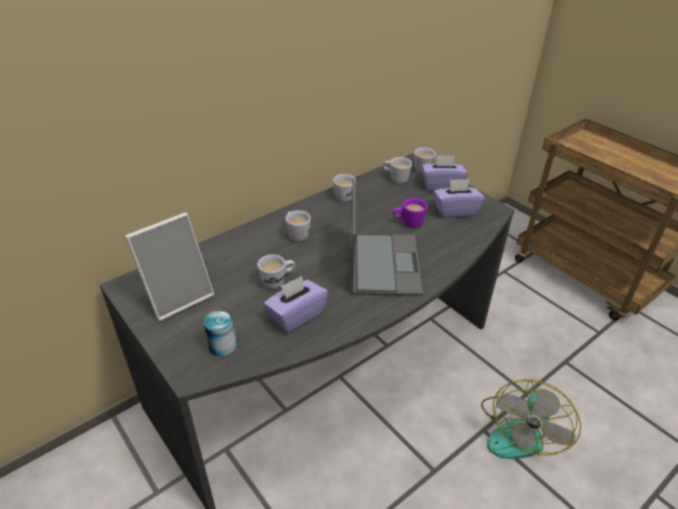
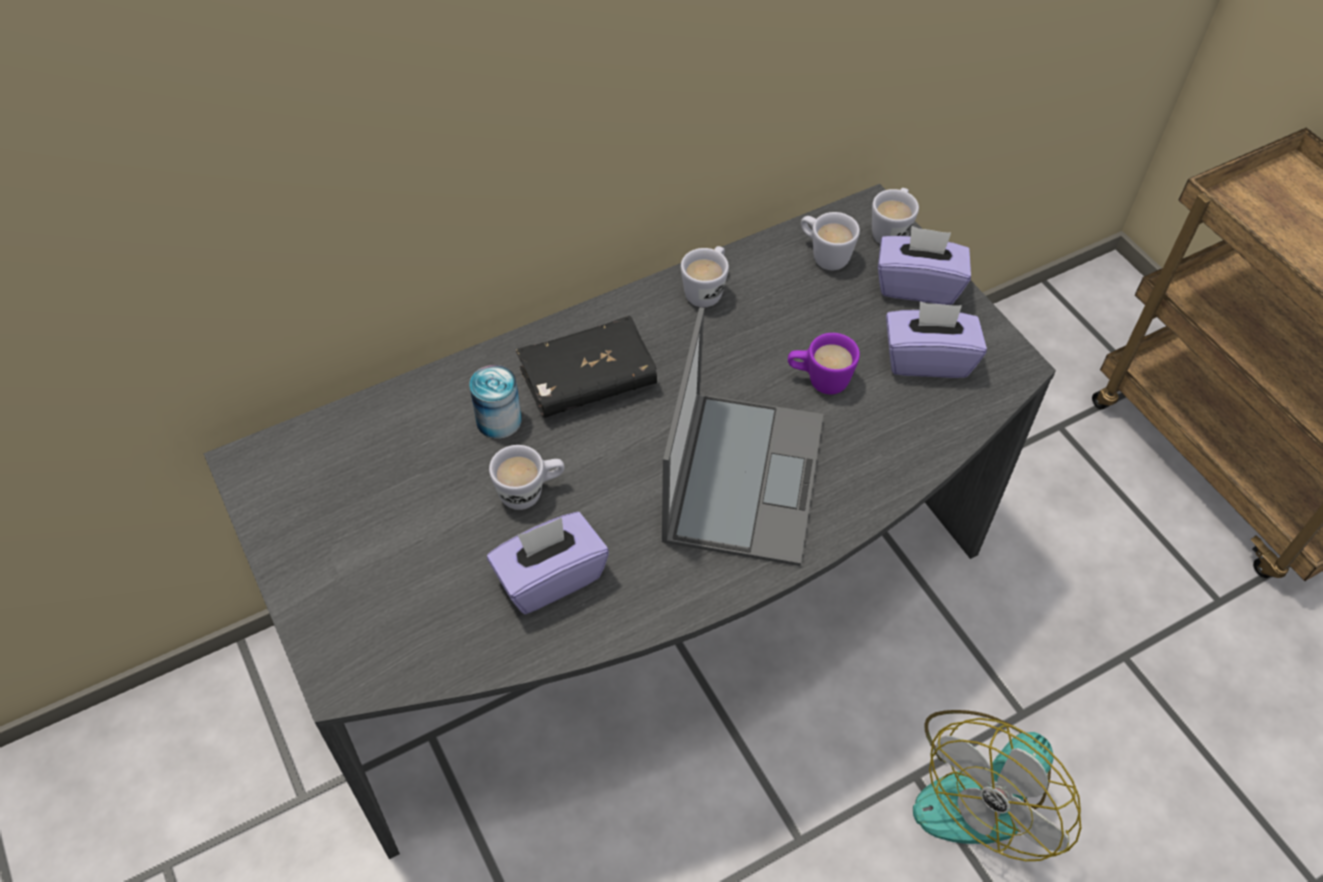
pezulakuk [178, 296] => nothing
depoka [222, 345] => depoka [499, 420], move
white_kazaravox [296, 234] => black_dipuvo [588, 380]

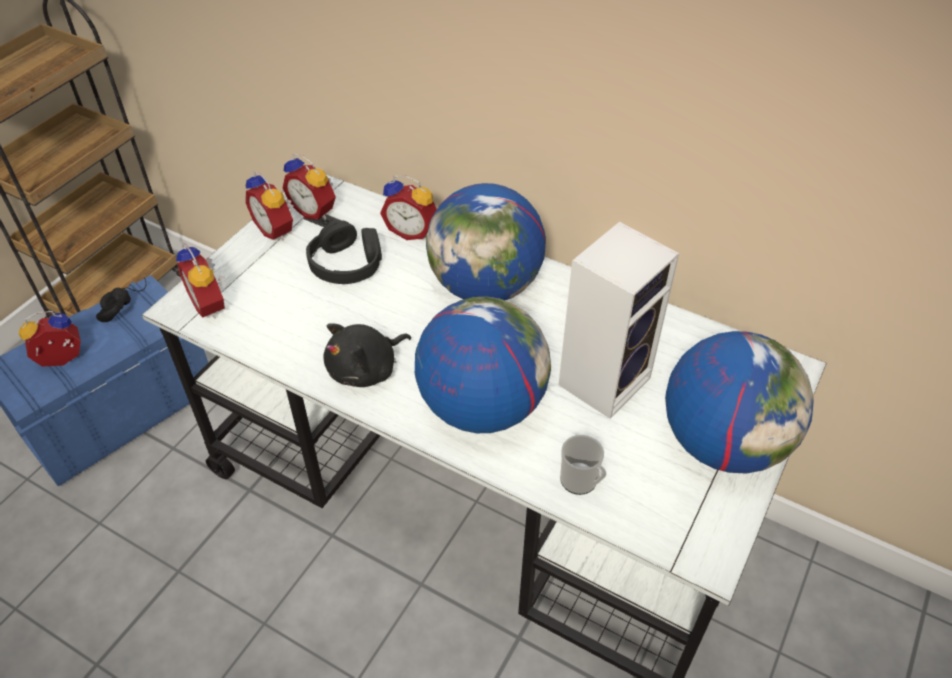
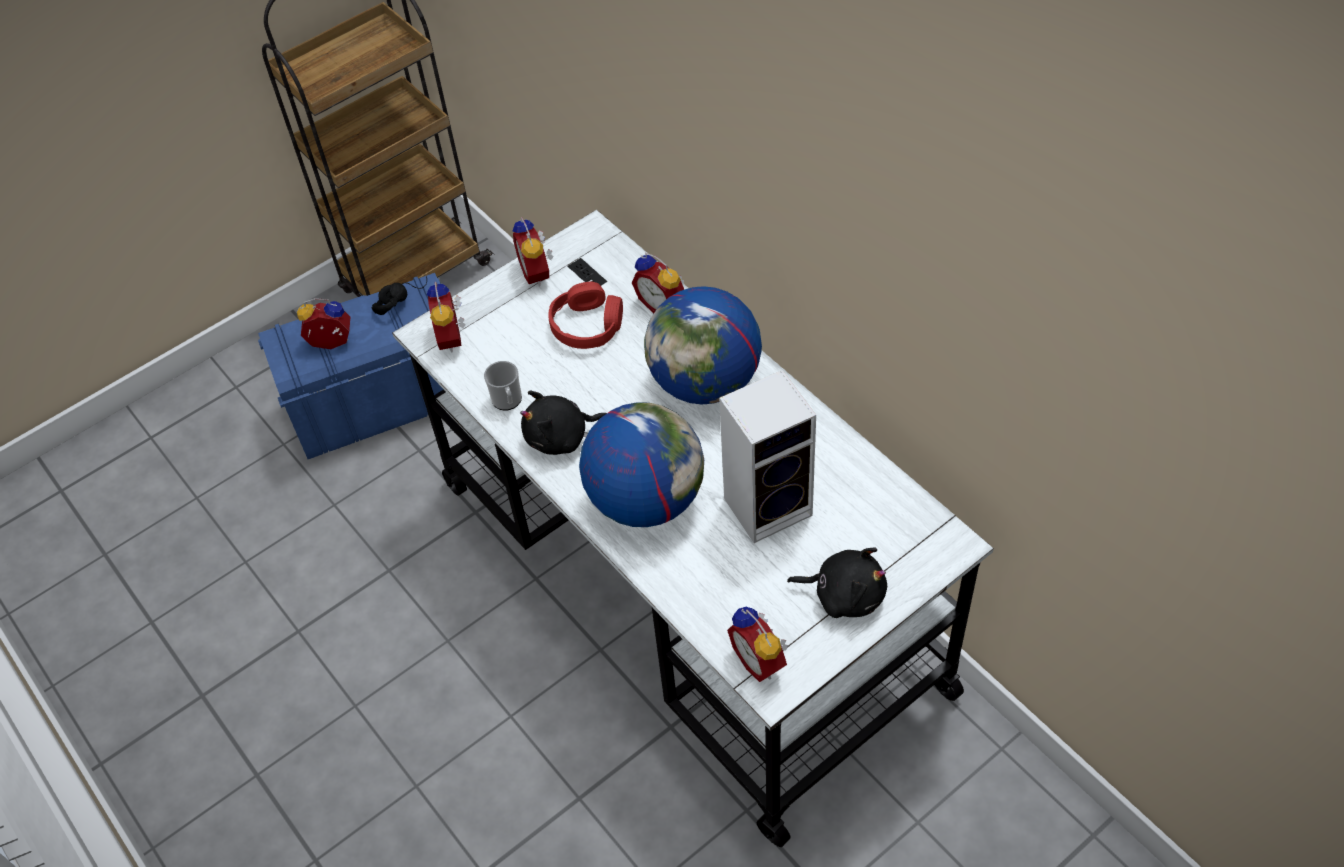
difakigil [315, 210] => difakigil [761, 660], move
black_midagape [347, 264] => red_midagape [587, 325]
kazaravox [582, 482] => kazaravox [508, 401], move
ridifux [723, 442] => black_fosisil [844, 594]

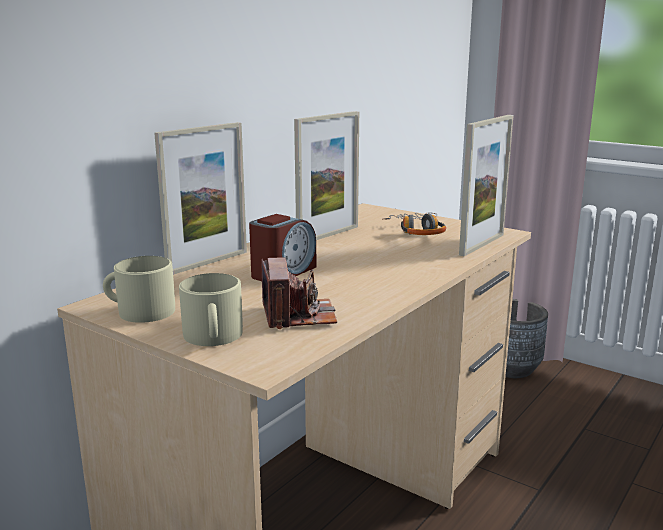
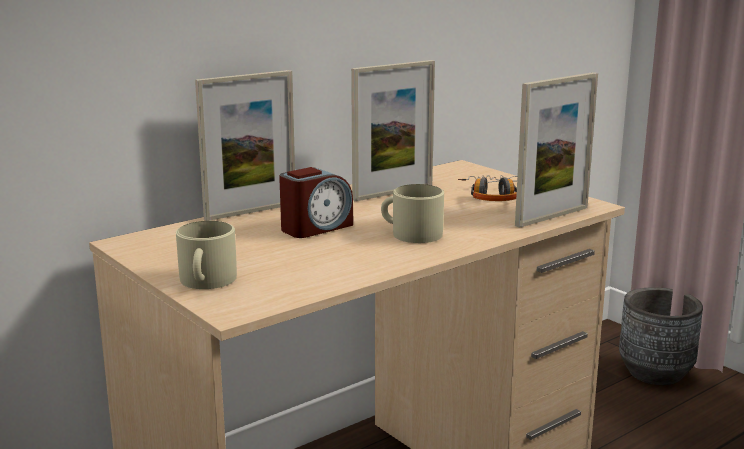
beige_kazaravox [140, 311] => beige_kazaravox [411, 233], move
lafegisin [298, 315] => nothing

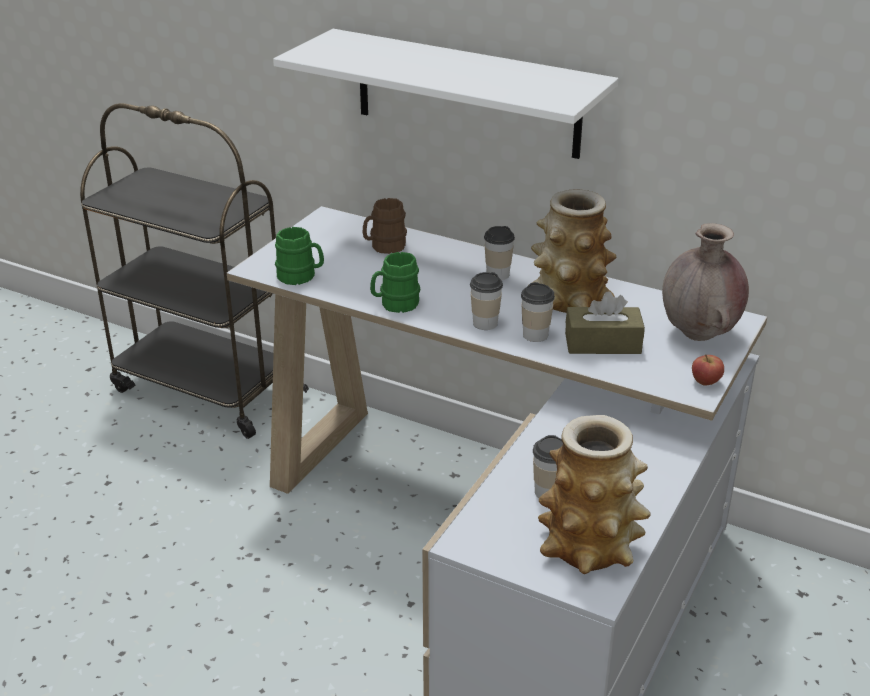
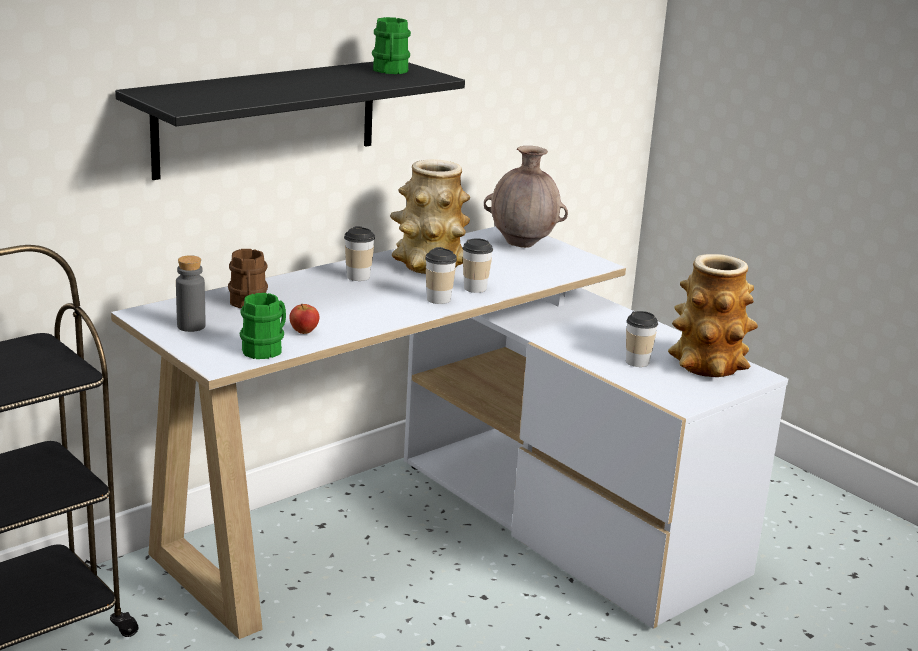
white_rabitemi [467, 93] => black_rabitemi [267, 117]
green_kazaravox [395, 304] => green_kazaravox [390, 71], move
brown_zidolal [602, 343] => nothing
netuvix [706, 382] => netuvix [304, 331], move
nothing => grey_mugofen [191, 326]

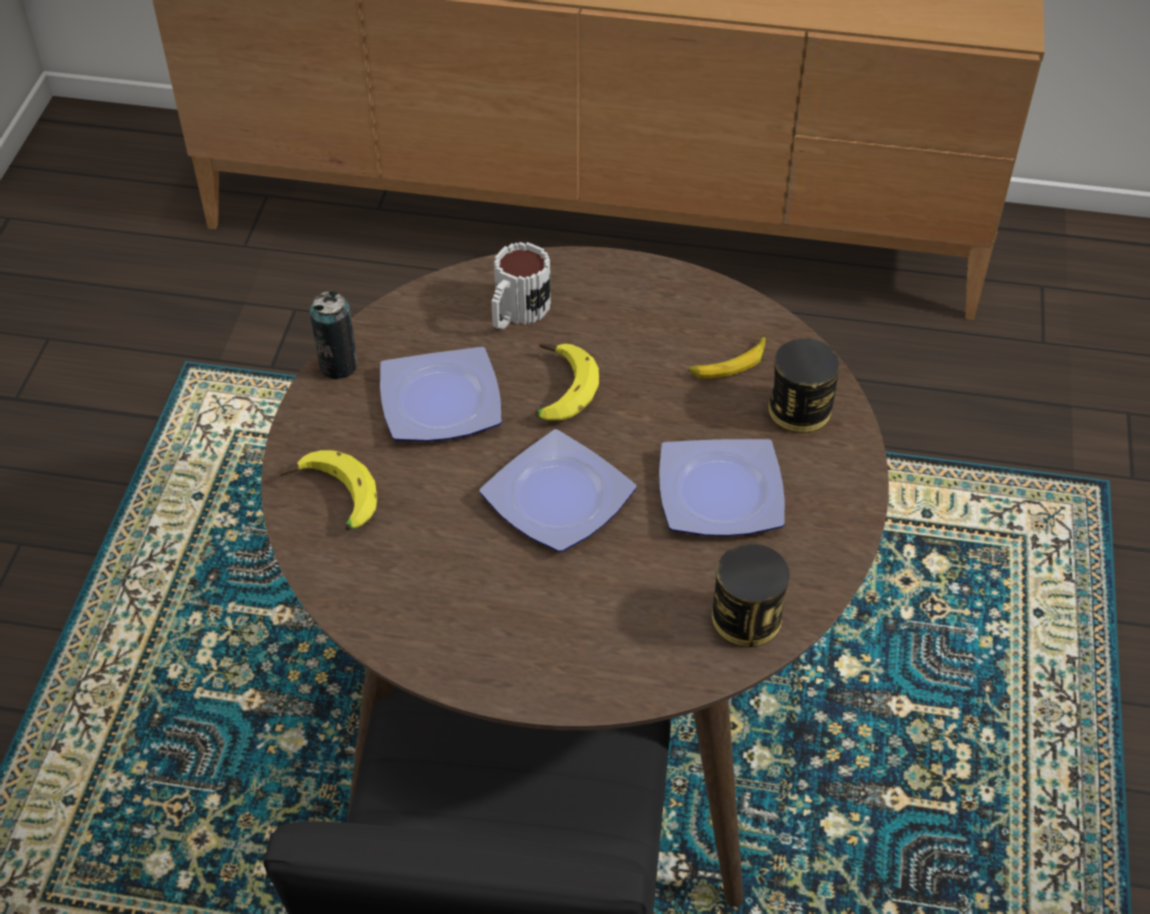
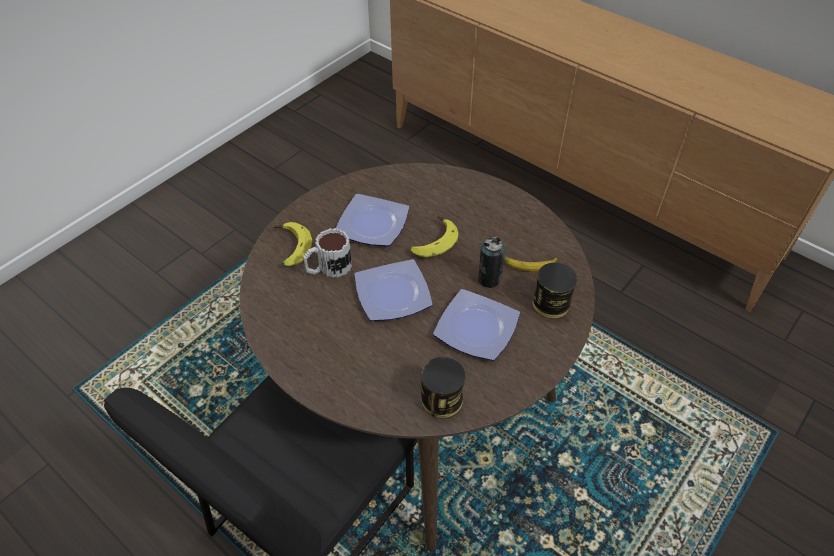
depoka [338, 365] => depoka [489, 279], move
kazaravox [516, 313] => kazaravox [328, 268], move

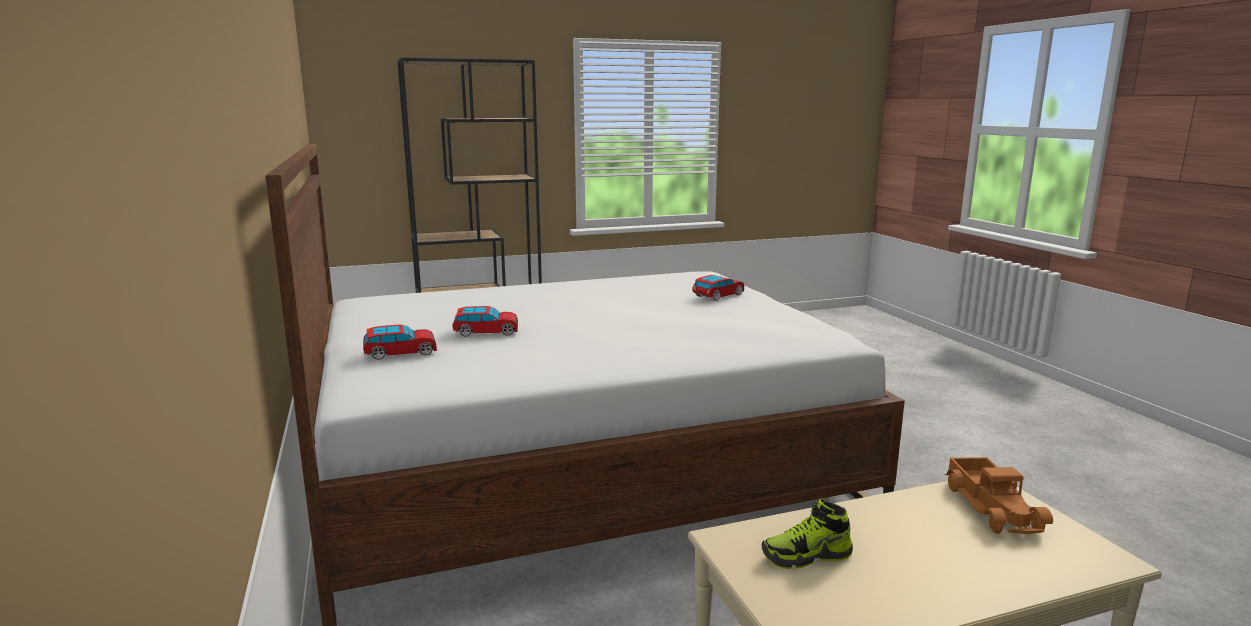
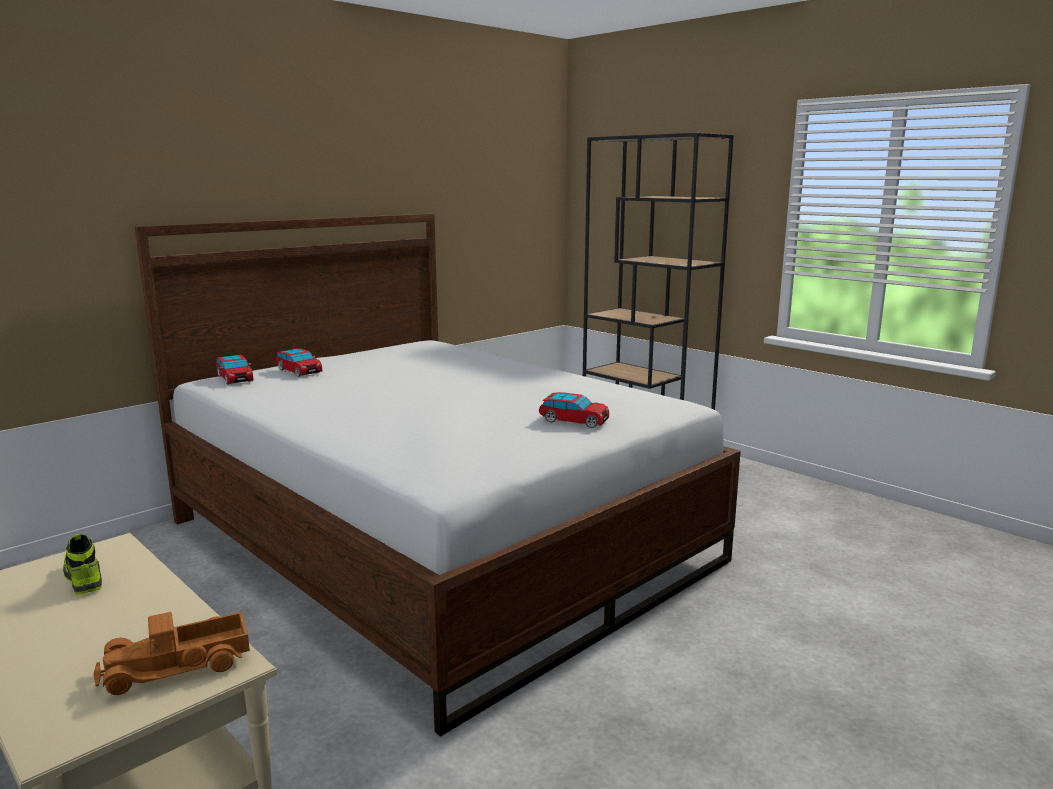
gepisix [486, 332] => gepisix [235, 378], move

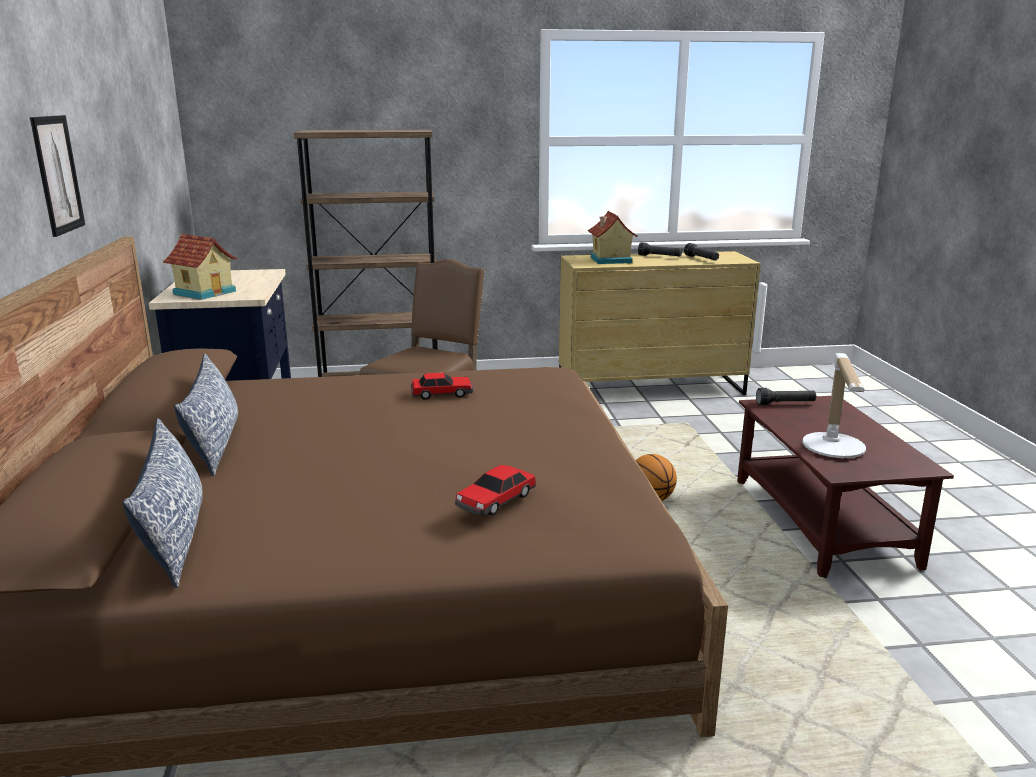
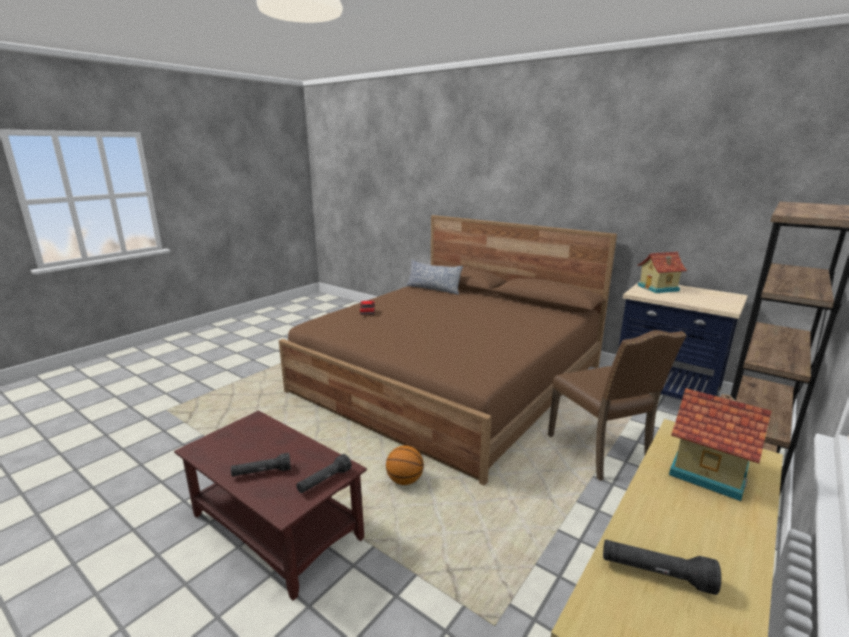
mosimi [57, 174] => nothing
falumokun [215, 442] => nothing
gepisix [442, 394] => nothing
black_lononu [659, 257] => black_lononu [262, 473], move
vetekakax [834, 451] => nothing

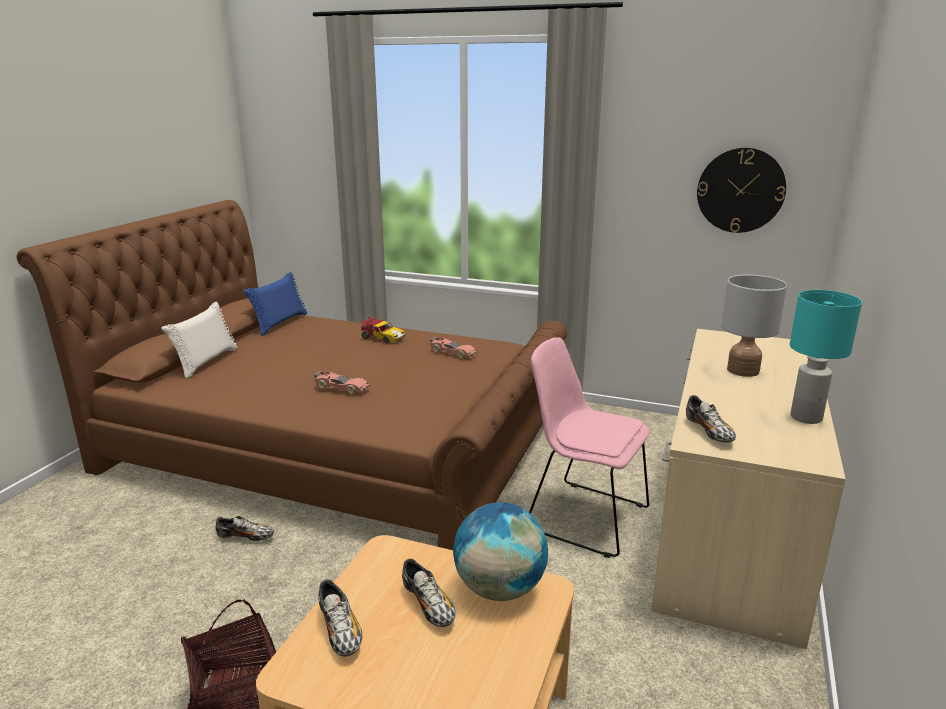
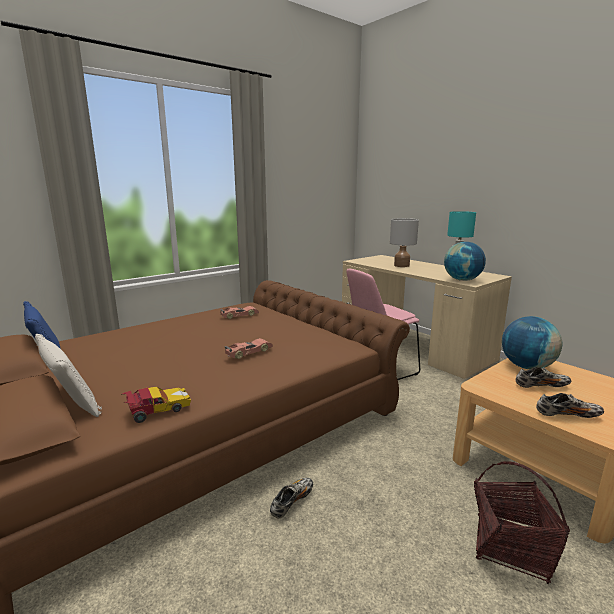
gepisix [382, 338] => gepisix [157, 410], move
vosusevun [709, 432] => ridifux [462, 280]
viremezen [740, 190] => nothing

